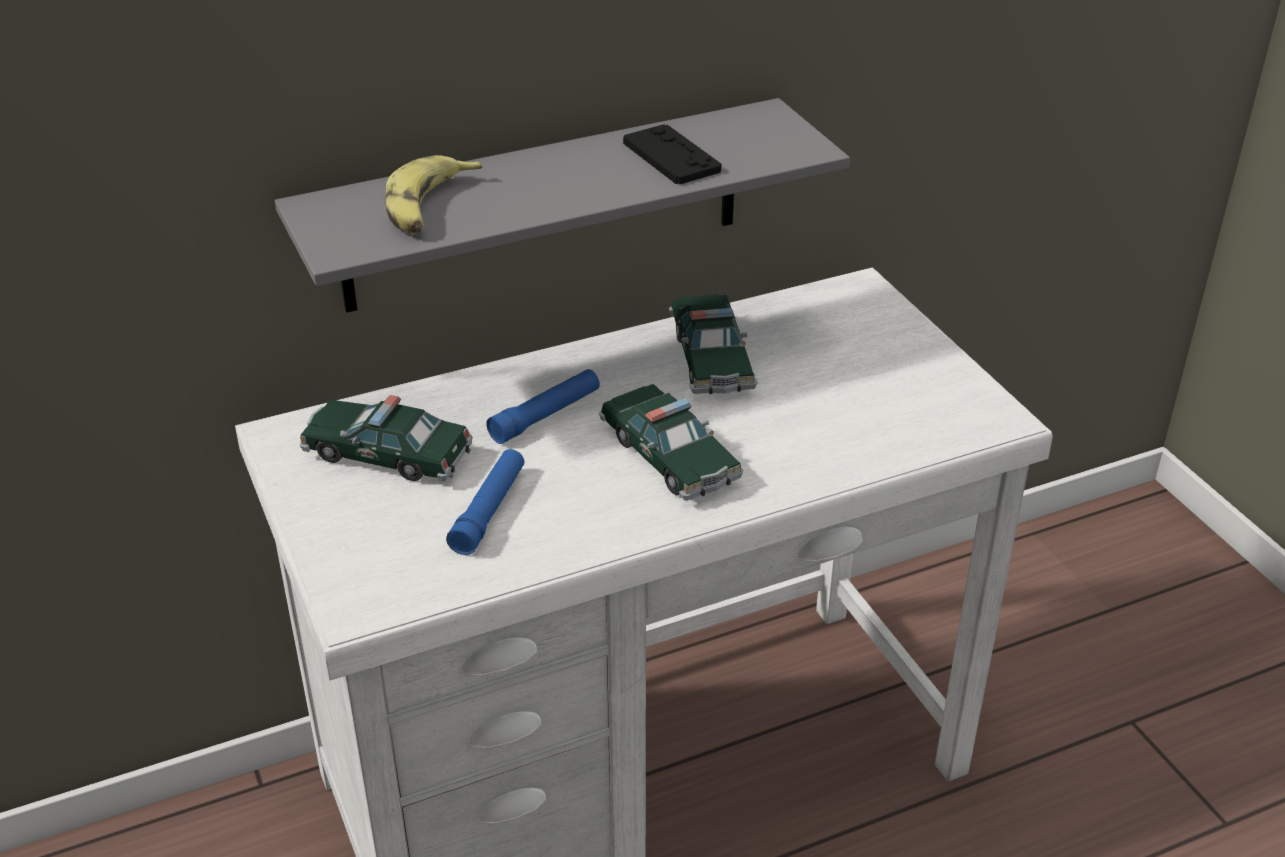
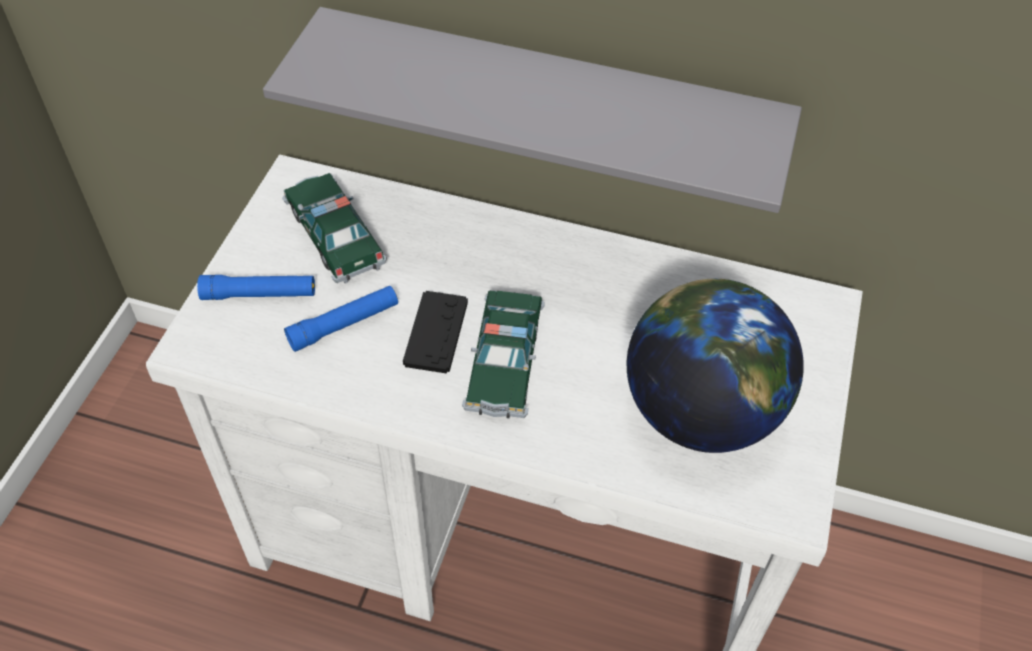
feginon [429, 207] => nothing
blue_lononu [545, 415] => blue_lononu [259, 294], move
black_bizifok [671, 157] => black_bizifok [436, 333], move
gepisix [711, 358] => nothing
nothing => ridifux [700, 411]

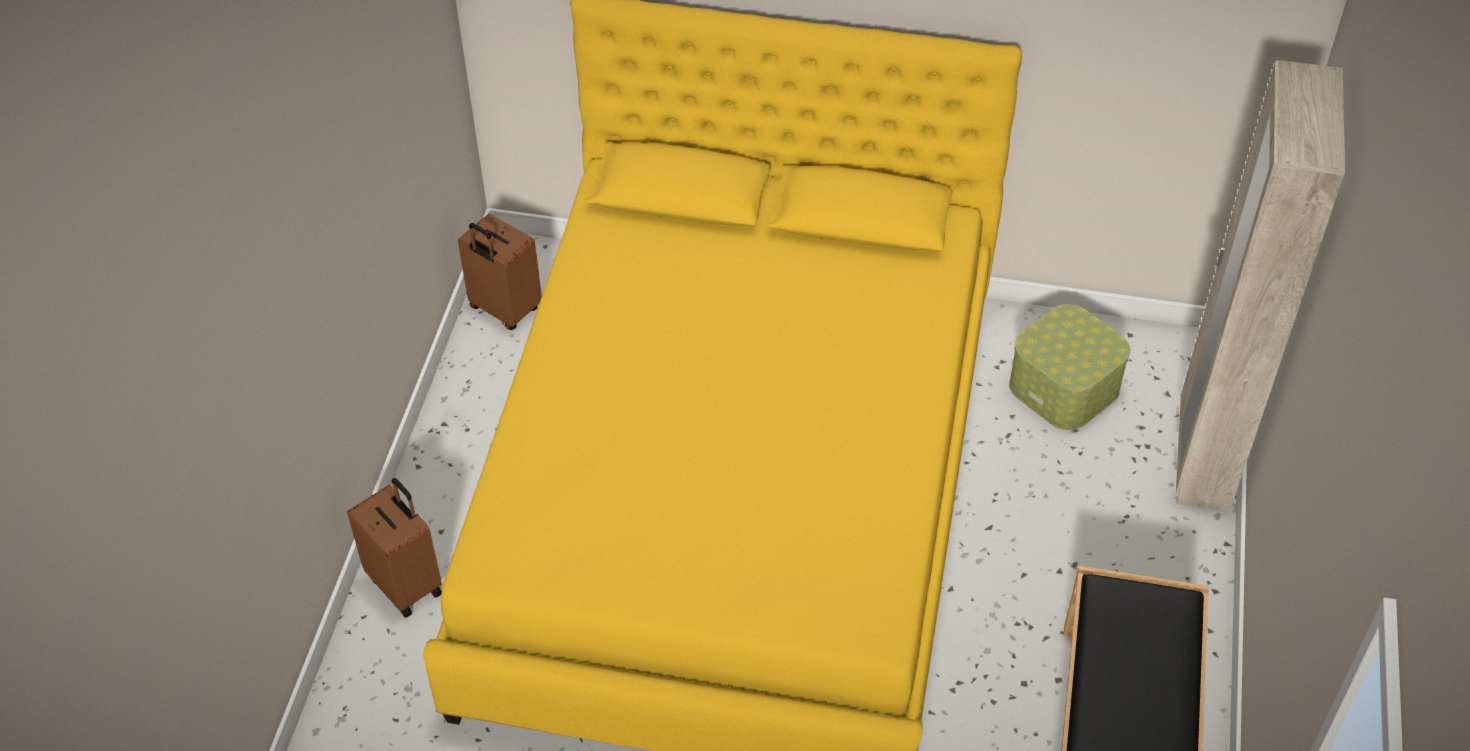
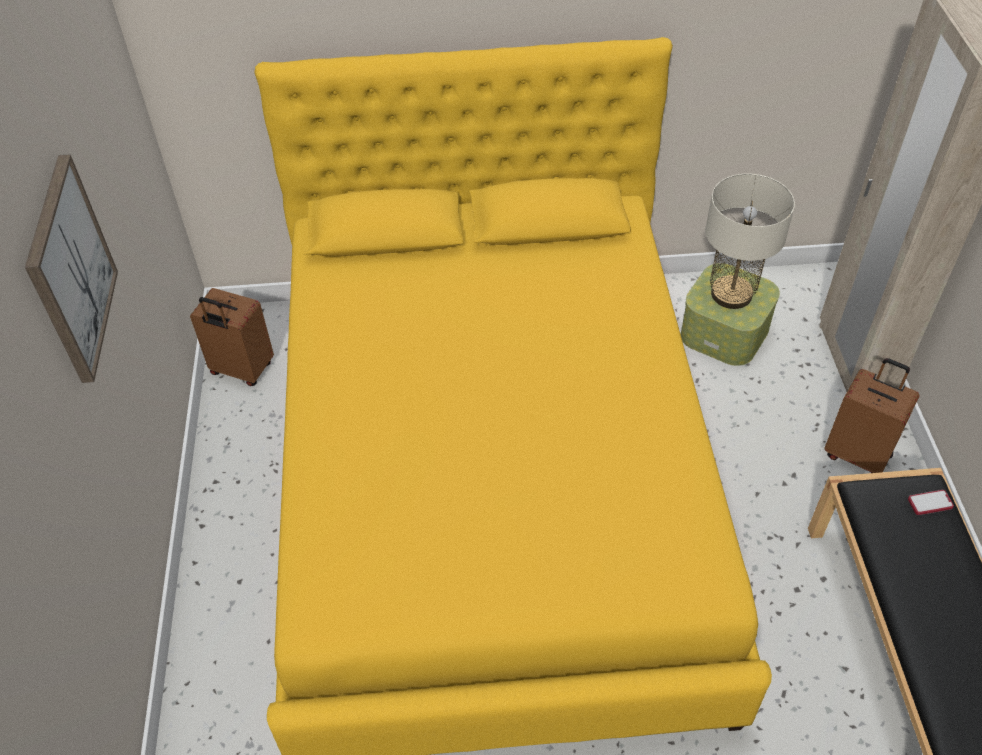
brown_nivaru [407, 584] => brown_nivaru [858, 454], move
nothing => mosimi [70, 270]
nothing => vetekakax [731, 294]
nothing => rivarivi [930, 503]

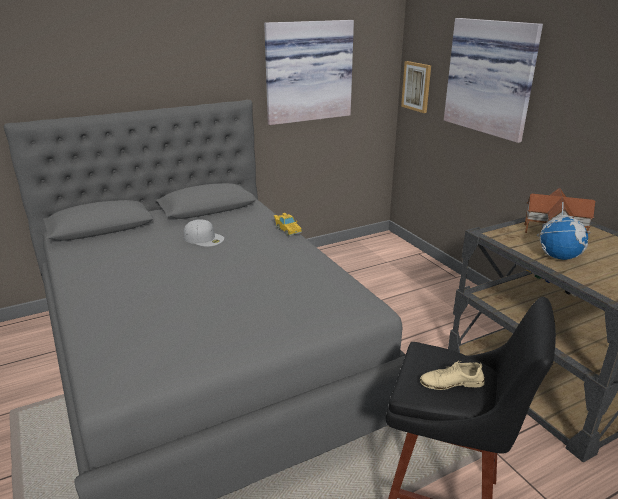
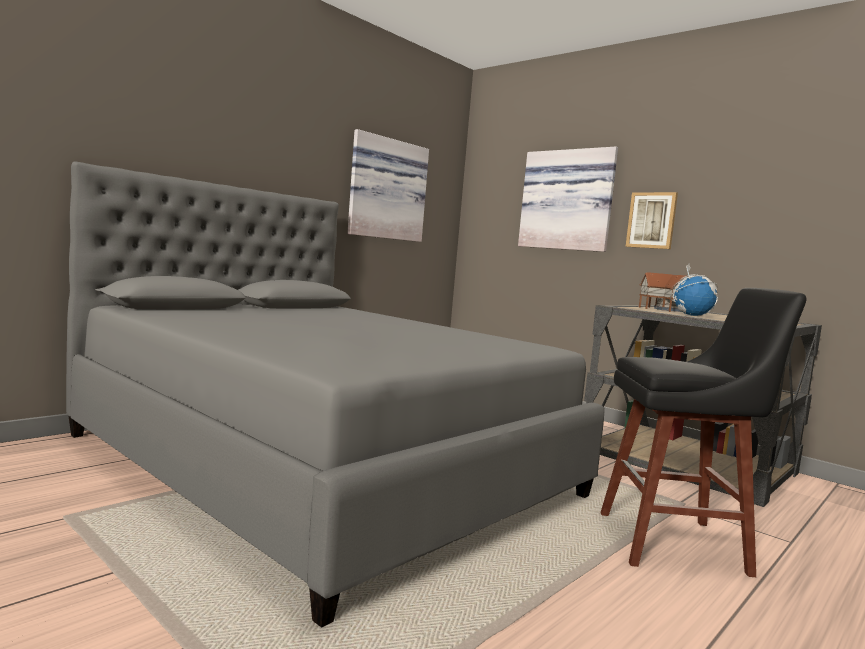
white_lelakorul [204, 238] => nothing
yellow_gepisix [287, 230] => nothing
mosimi [416, 86] => mosimi [651, 220], move
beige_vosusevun [451, 382] => nothing

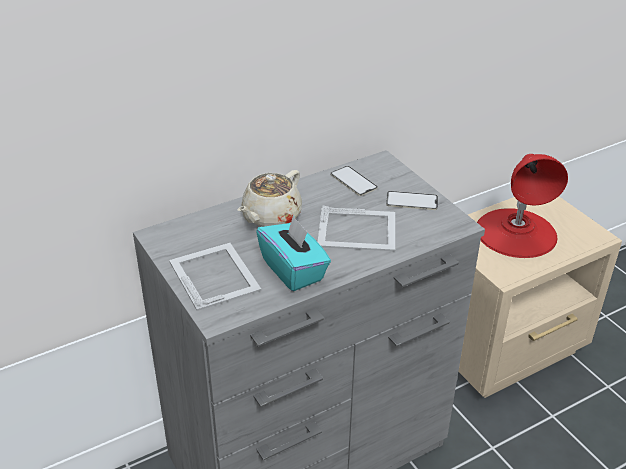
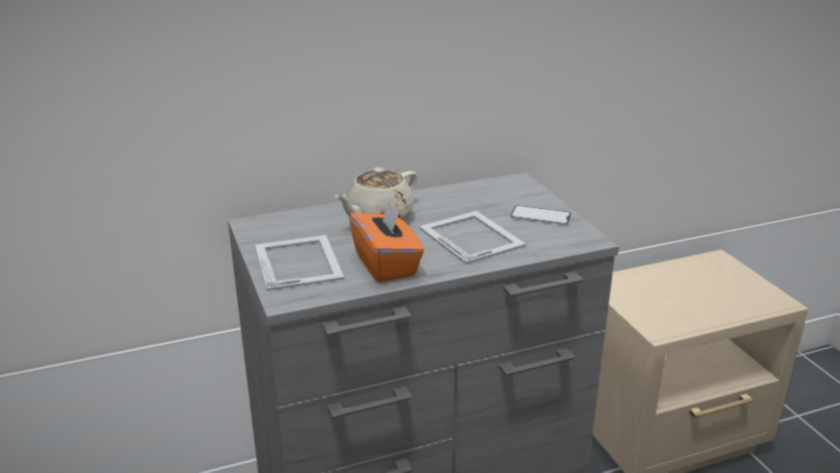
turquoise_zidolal [293, 270] => orange_zidolal [386, 265]
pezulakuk [358, 230] => pezulakuk [471, 236], 135 degrees counterclockwise
rivarivi [353, 181] => nothing
red_vetekakax [516, 232] => nothing

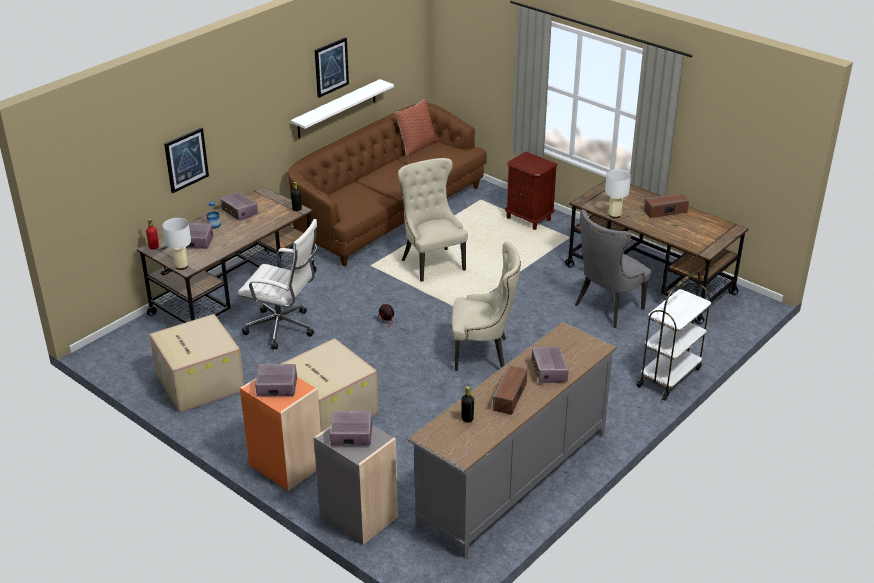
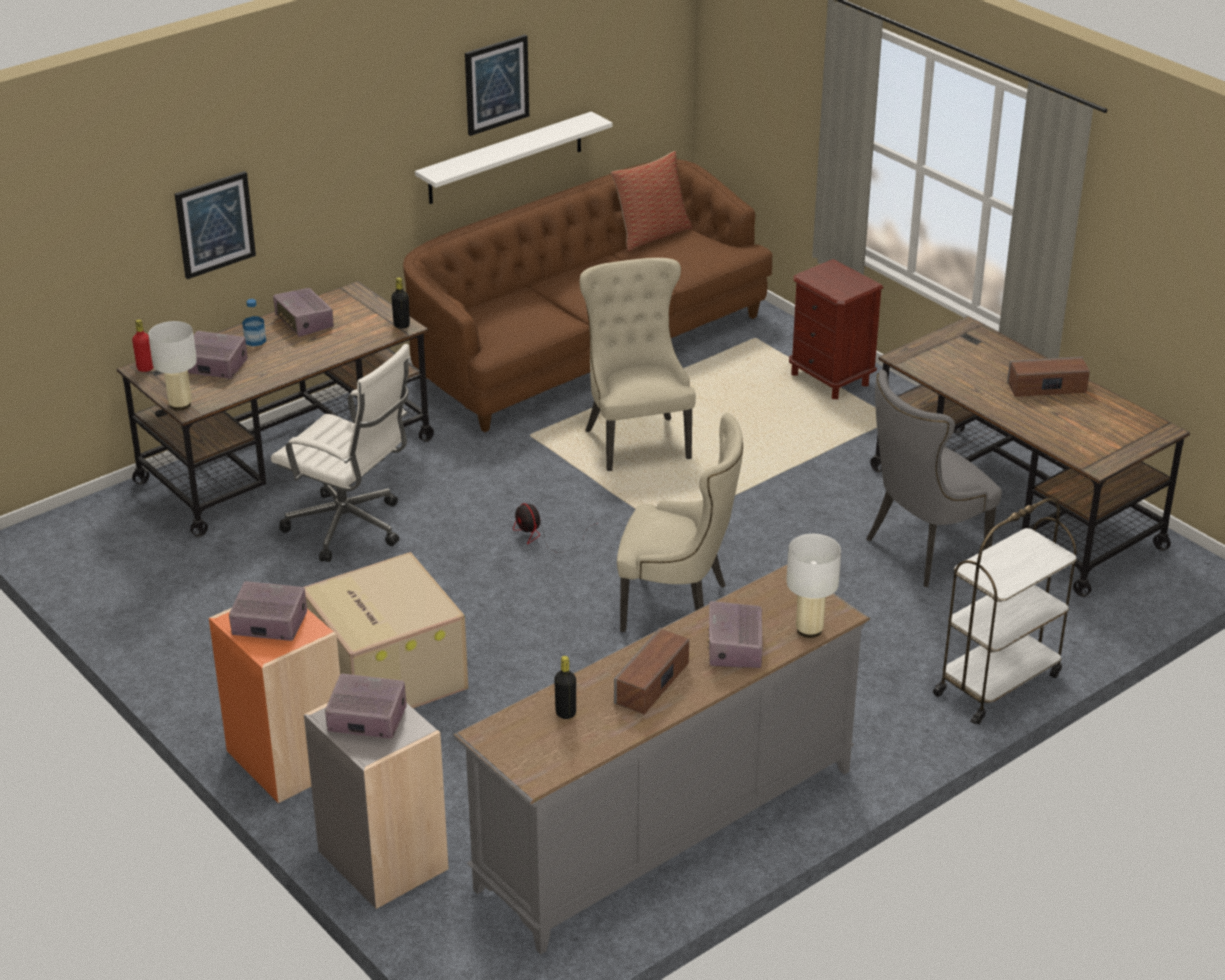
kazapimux [198, 382] => nothing
white_vetekakax [614, 215] => white_vetekakax [808, 630], move

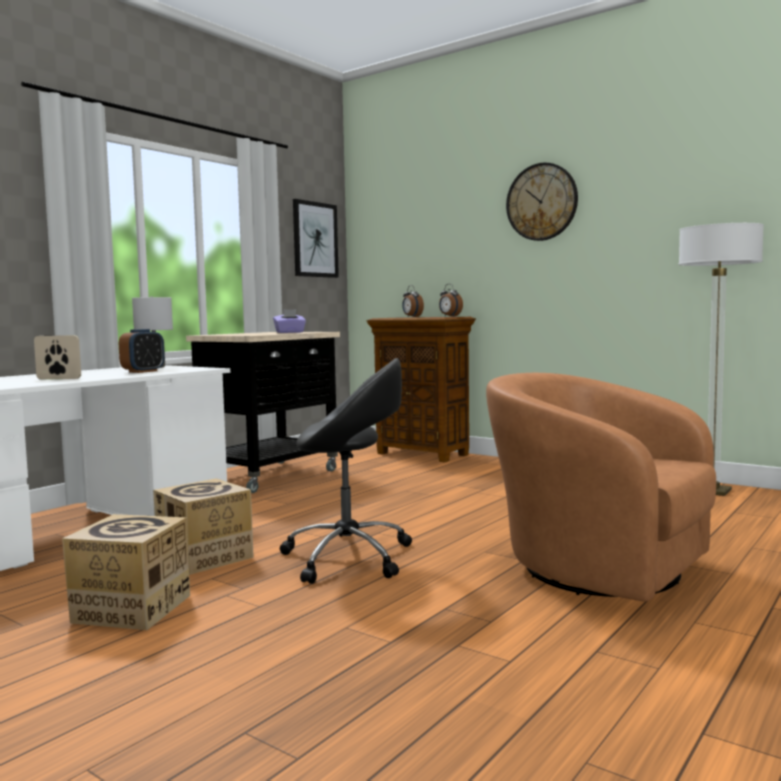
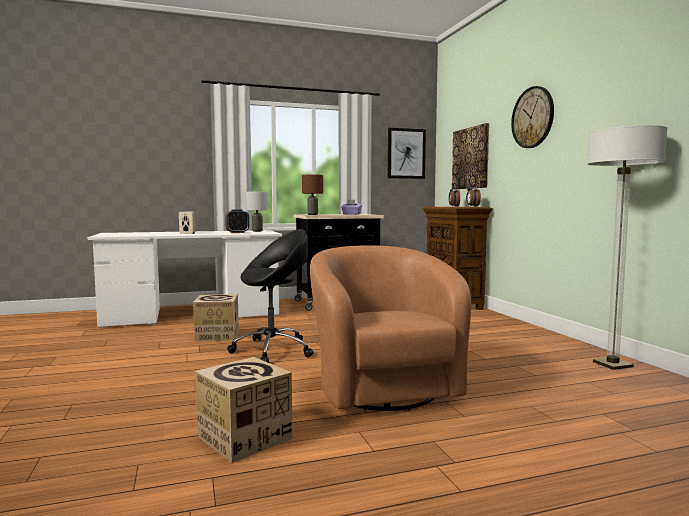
kazapimux [131, 609] => kazapimux [244, 437], move
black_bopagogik [351, 557] => black_bopagogik [274, 350], 60 degrees counterclockwise
nothing => brown_vetekakax [312, 214]
nothing => mosimi [470, 158]

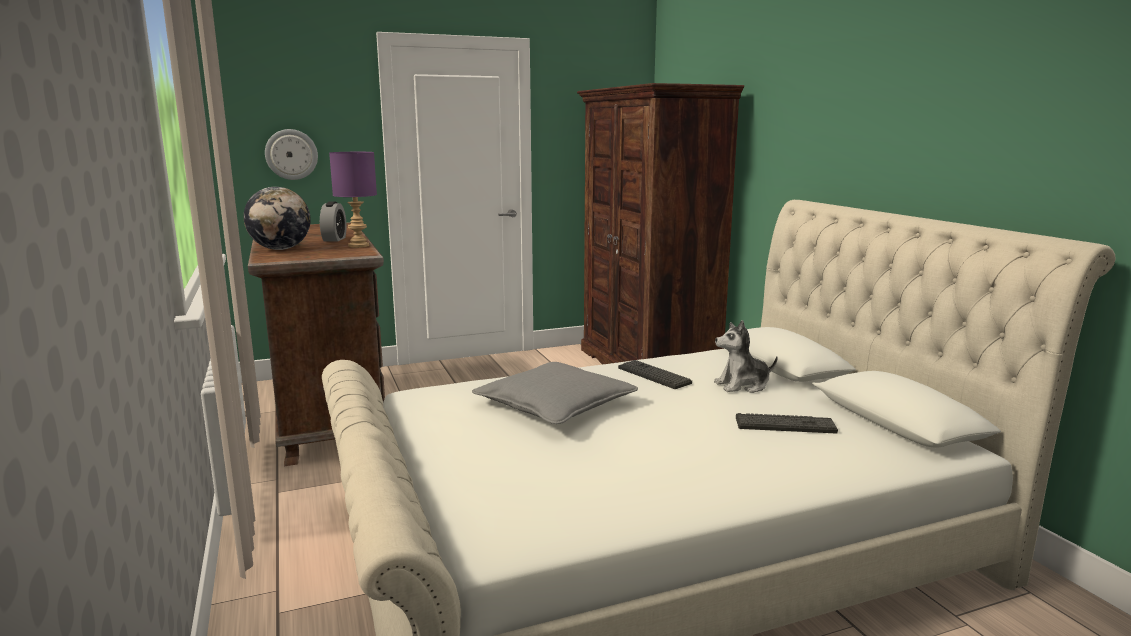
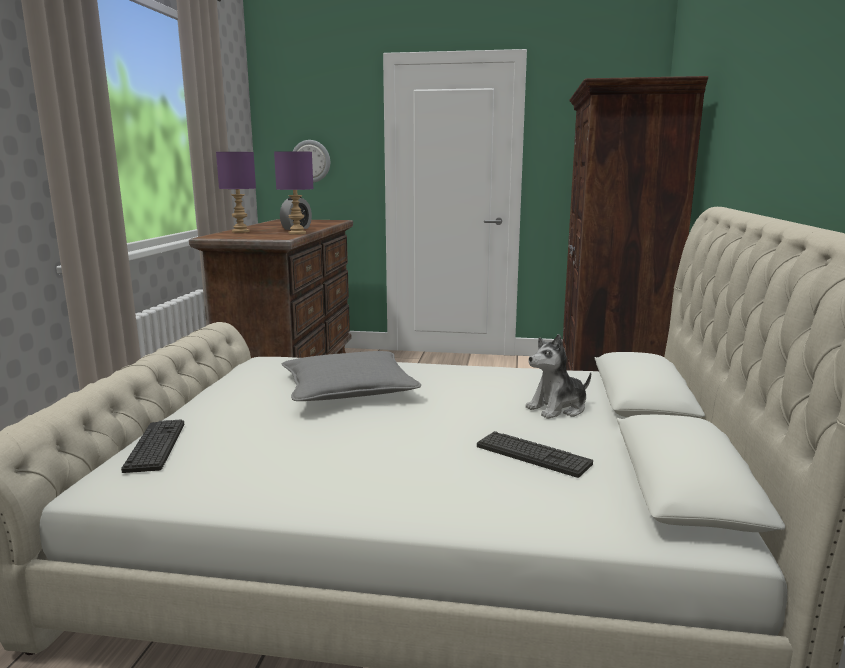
ridifux [281, 249] => purple_vetekakax [240, 232]
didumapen [654, 375] => didumapen [155, 446], move
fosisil [742, 385] => fosisil [558, 408], 45 degrees counterclockwise

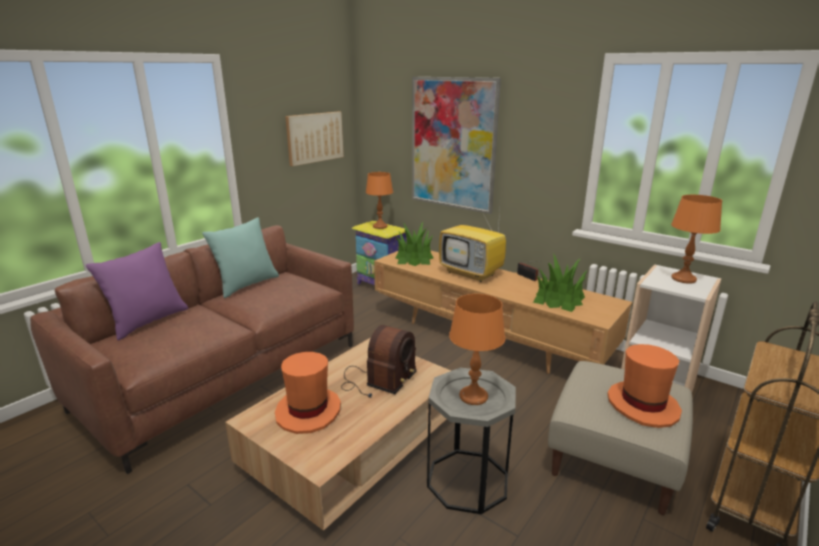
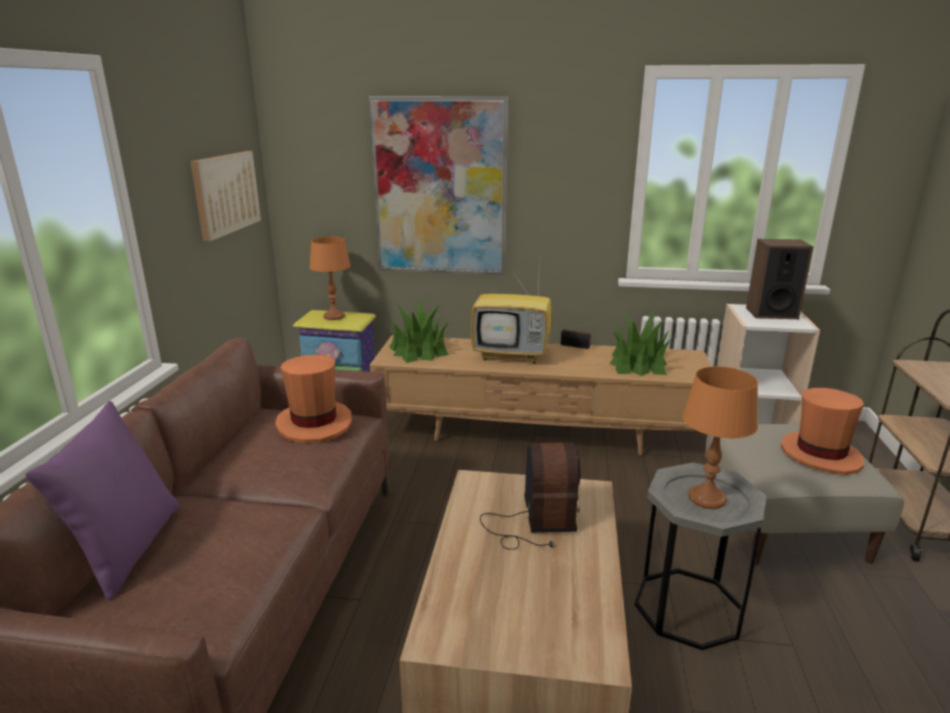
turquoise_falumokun [246, 285] => nothing
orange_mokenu [308, 411] => orange_mokenu [315, 423], move
orange_vetekakax [684, 279] => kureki [771, 313]

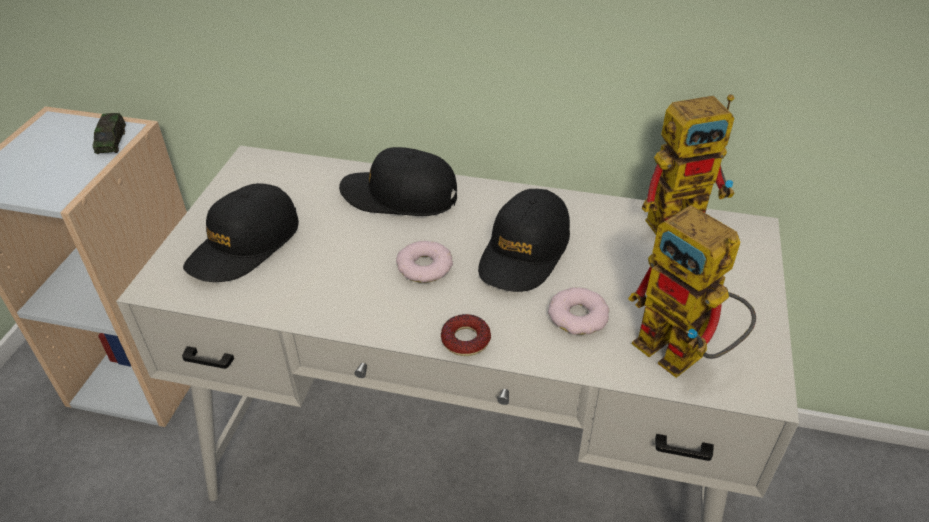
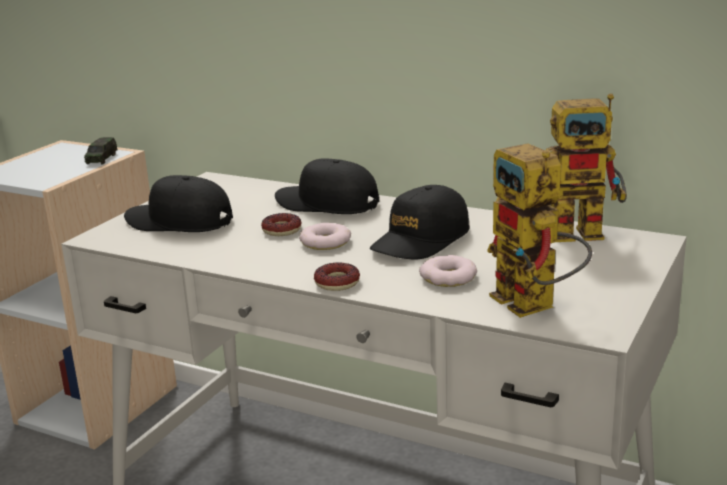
black_lelakorul [244, 245] => black_lelakorul [179, 222], 60 degrees clockwise
nothing => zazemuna [281, 230]

